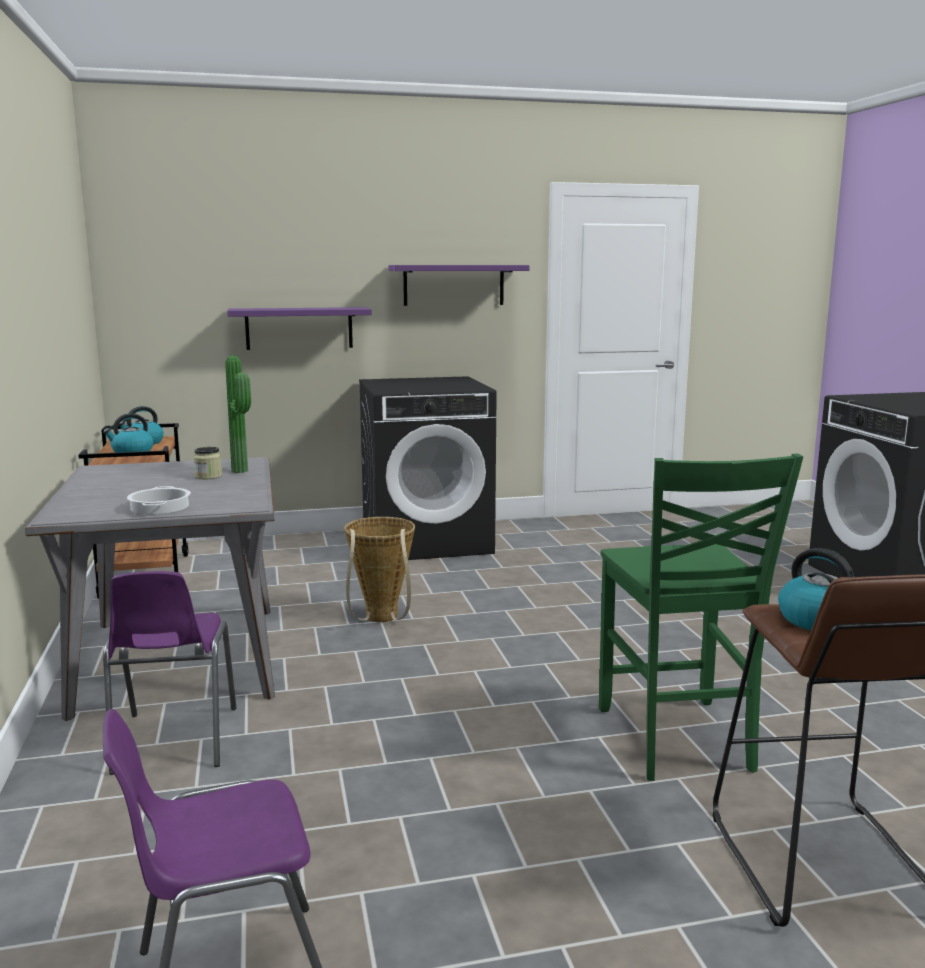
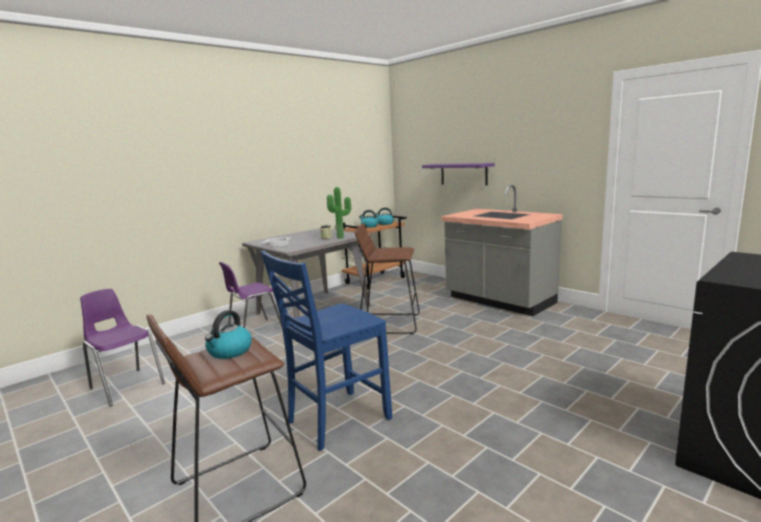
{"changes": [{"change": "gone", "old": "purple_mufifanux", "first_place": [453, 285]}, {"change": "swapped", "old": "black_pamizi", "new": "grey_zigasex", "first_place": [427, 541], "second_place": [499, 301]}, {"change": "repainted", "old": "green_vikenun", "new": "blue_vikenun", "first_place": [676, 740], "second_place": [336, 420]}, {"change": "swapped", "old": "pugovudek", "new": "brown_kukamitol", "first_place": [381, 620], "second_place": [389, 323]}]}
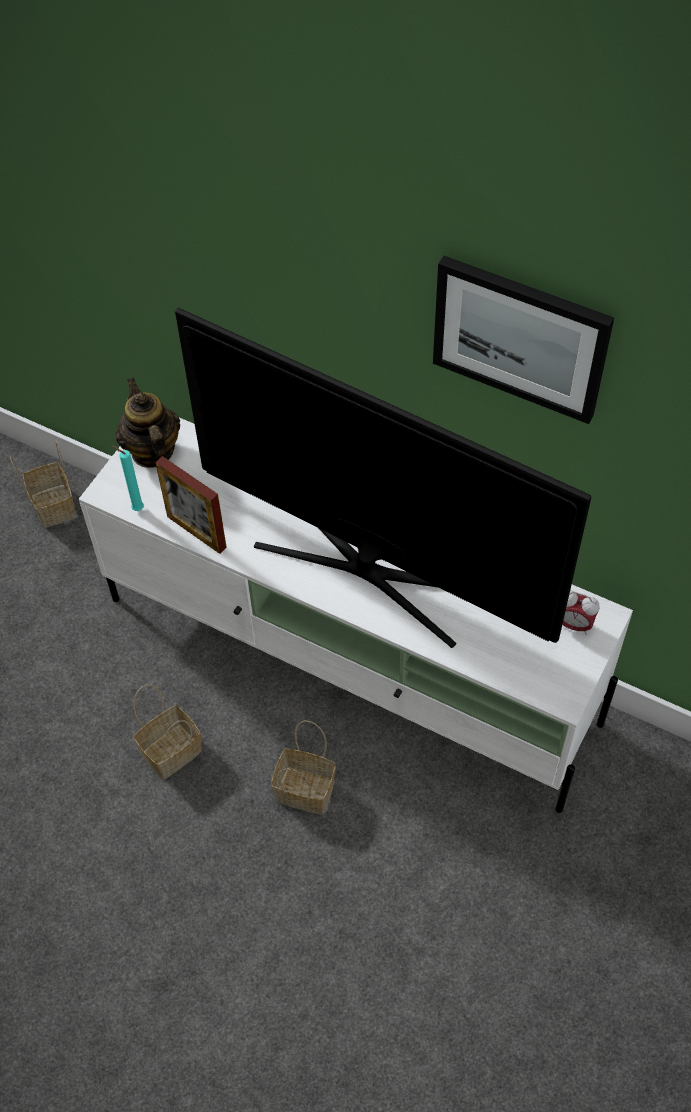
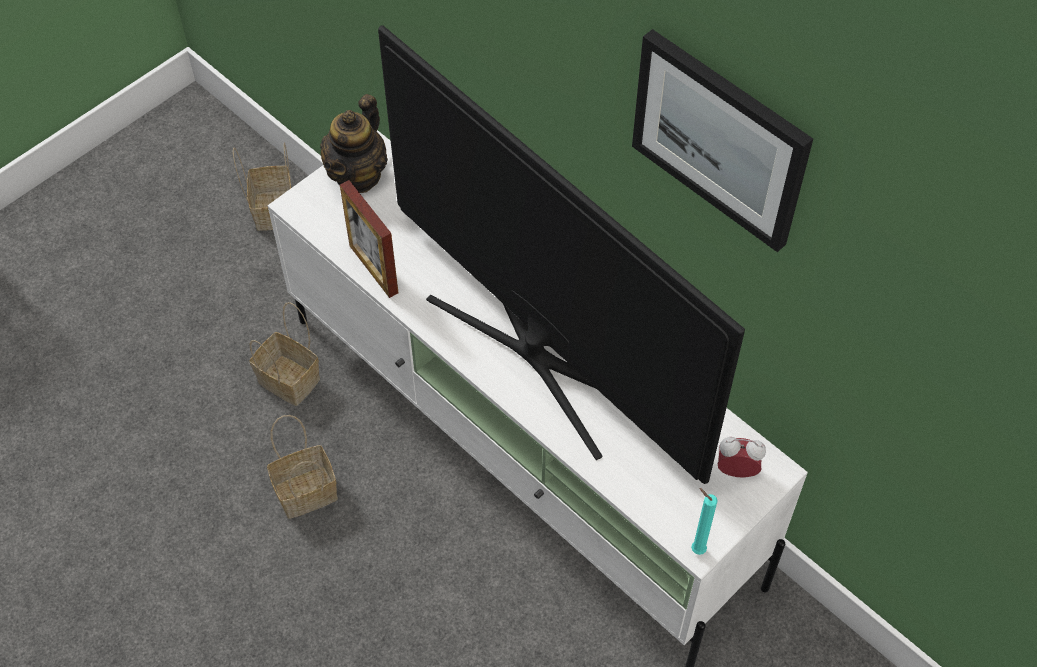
{"changes": [{"change": "rotated", "old": "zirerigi", "first_place": [152, 451], "second_place": [358, 175], "degrees": -150}, {"change": "shifted", "old": "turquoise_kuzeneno", "first_place": [136, 508], "second_place": [696, 549]}, {"change": "rotated", "old": "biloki", "first_place": [573, 624], "second_place": [736, 470], "degrees": 150}, {"change": "shifted", "old": "pugovudek", "first_place": [307, 790], "second_place": [291, 380]}]}
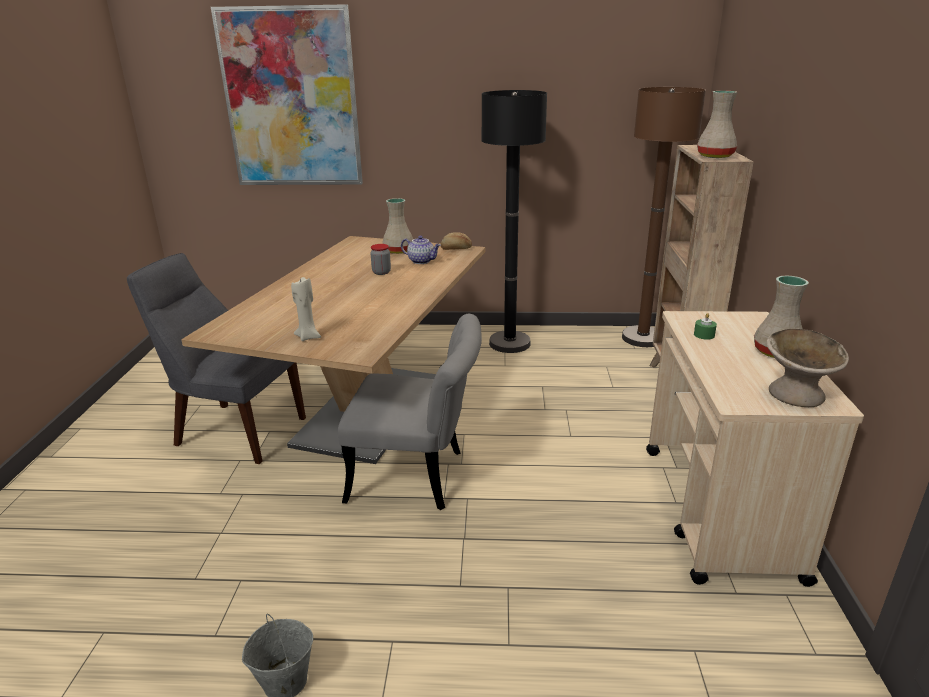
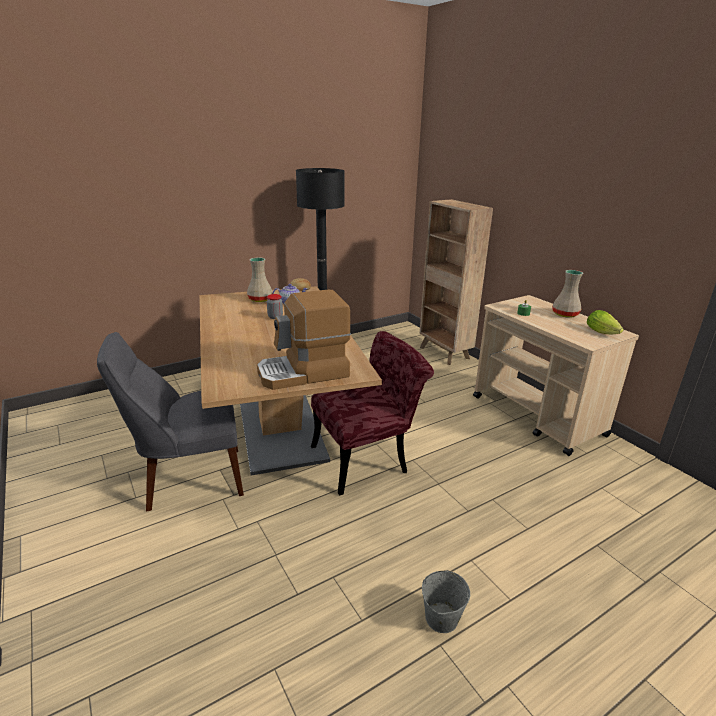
{"changes": [{"change": "gone", "old": "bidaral", "first_place": [291, 99]}, {"change": "gone", "old": "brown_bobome", "first_place": [642, 338]}, {"change": "gone", "old": "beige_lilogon", "first_place": [714, 156]}, {"change": "swapped", "old": "beige_kuzeneno", "new": "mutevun", "first_place": [308, 337], "second_place": [304, 373]}, {"change": "repainted", "old": "grey_vikenun", "new": "red_vikenun", "first_place": [419, 476], "second_place": [368, 458]}, {"change": "swapped", "old": "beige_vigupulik", "new": "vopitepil", "first_place": [796, 394], "second_place": [603, 332]}]}
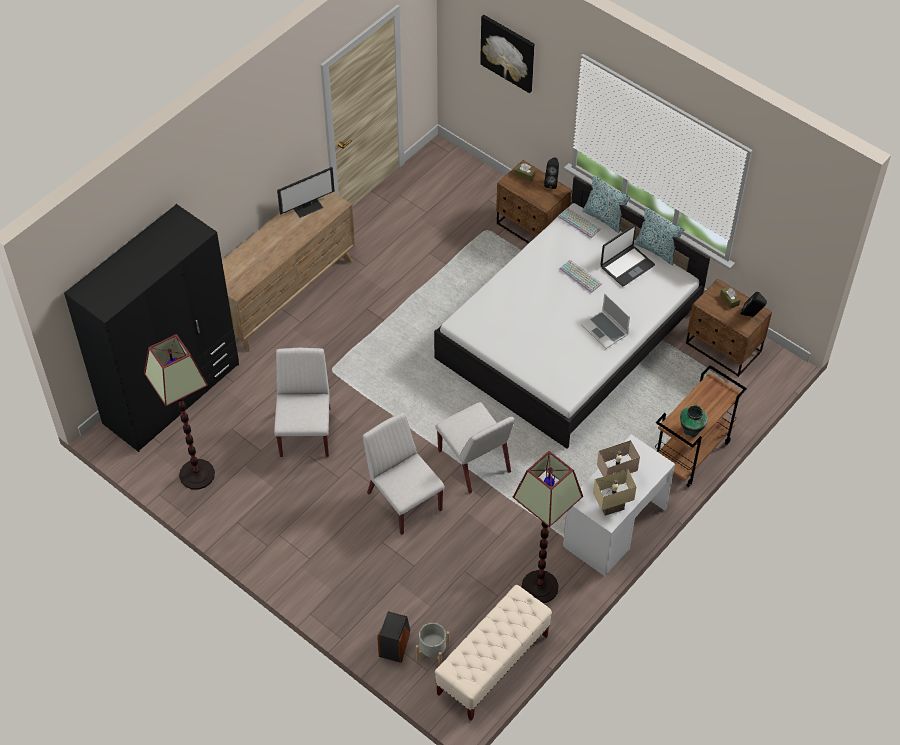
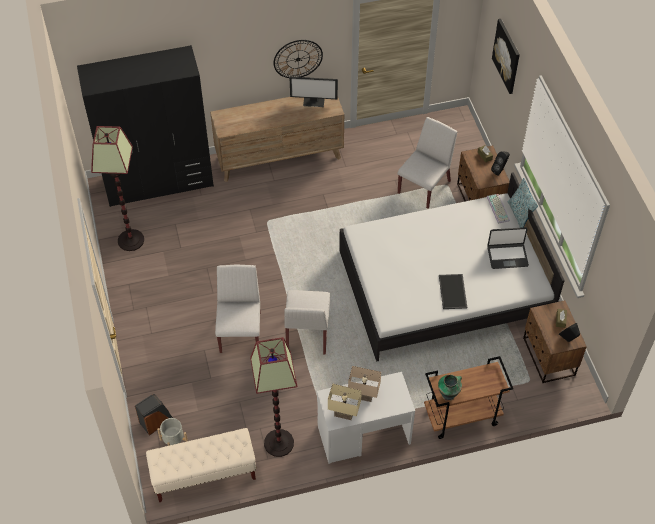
{"changes": [{"change": "gone", "old": "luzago", "first_place": [656, 250]}, {"change": "gone", "old": "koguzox", "first_place": [581, 276]}, {"change": "swapped", "old": "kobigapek", "new": "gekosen", "first_place": [605, 330], "second_place": [453, 292]}, {"change": "shifted", "old": "white_vikenun", "first_place": [305, 431], "second_place": [424, 186]}, {"change": "new", "new": "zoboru", "second_place": [298, 59]}]}
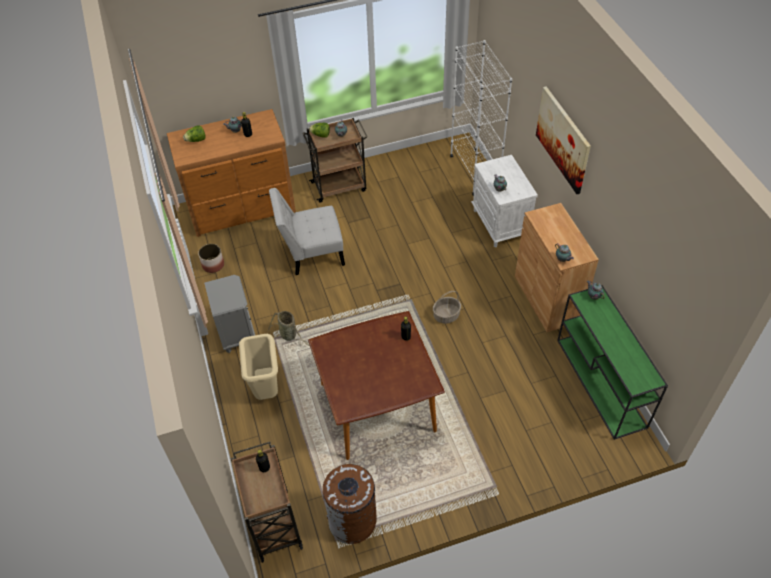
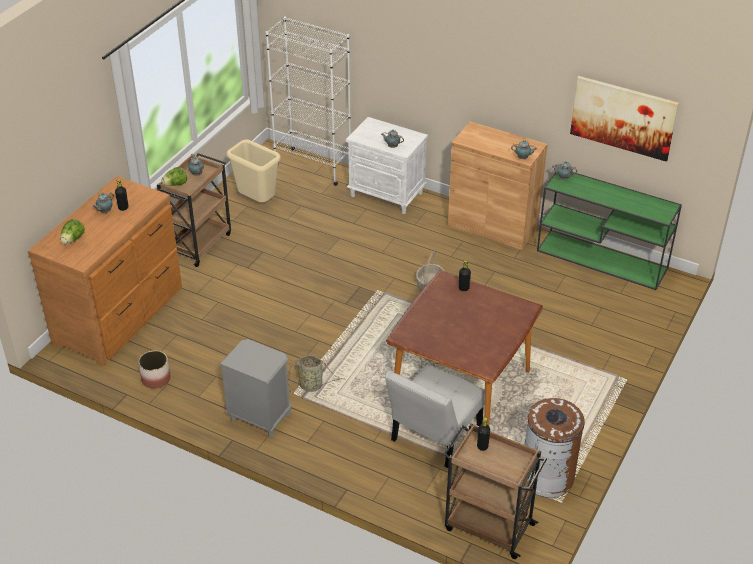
{"changes": [{"change": "shifted", "old": "bidaral", "first_place": [563, 139], "second_place": [623, 117]}, {"change": "shifted", "old": "white_vikenun", "first_place": [311, 253], "second_place": [433, 436]}, {"change": "shifted", "old": "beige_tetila", "first_place": [266, 390], "second_place": [257, 201]}]}
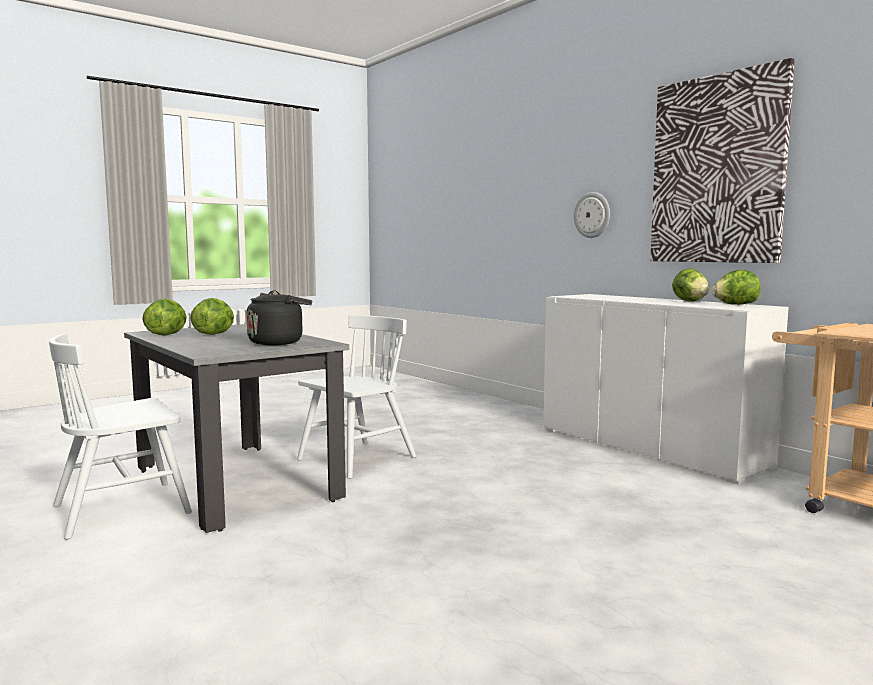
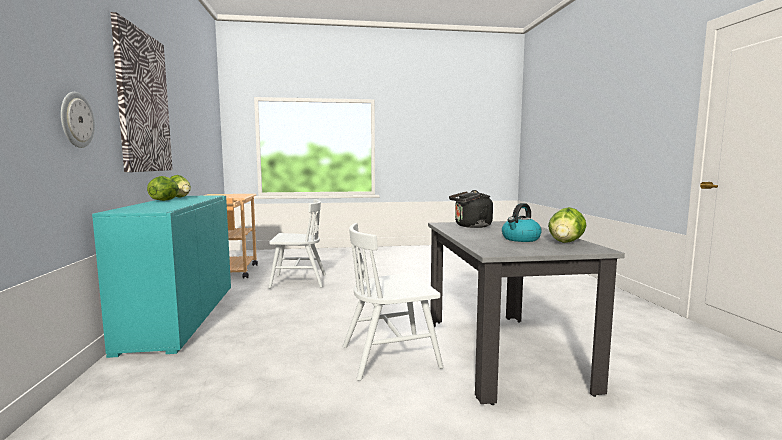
{"changes": [{"change": "repainted", "old": "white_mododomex", "new": "turquoise_mododomex", "first_place": [648, 447], "second_place": [181, 316]}, {"change": "swapped", "old": "vopitepil", "new": "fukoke", "first_place": [214, 334], "second_place": [520, 239]}, {"change": "shifted", "old": "white_vikenun", "first_place": [122, 509], "second_place": [298, 281]}]}
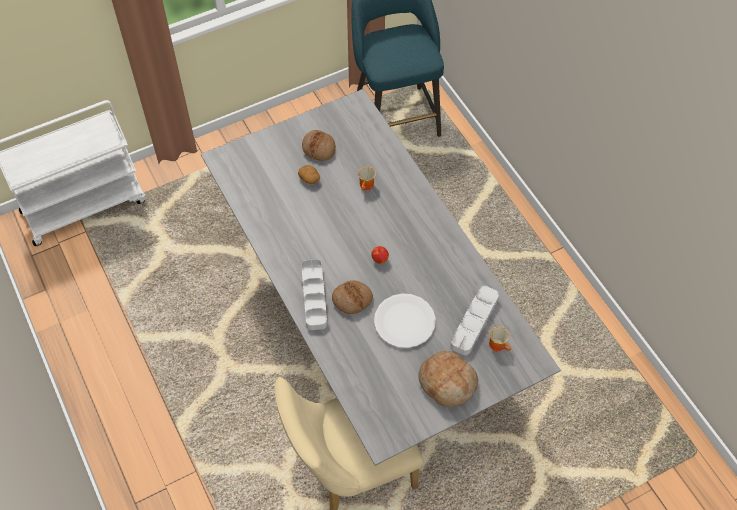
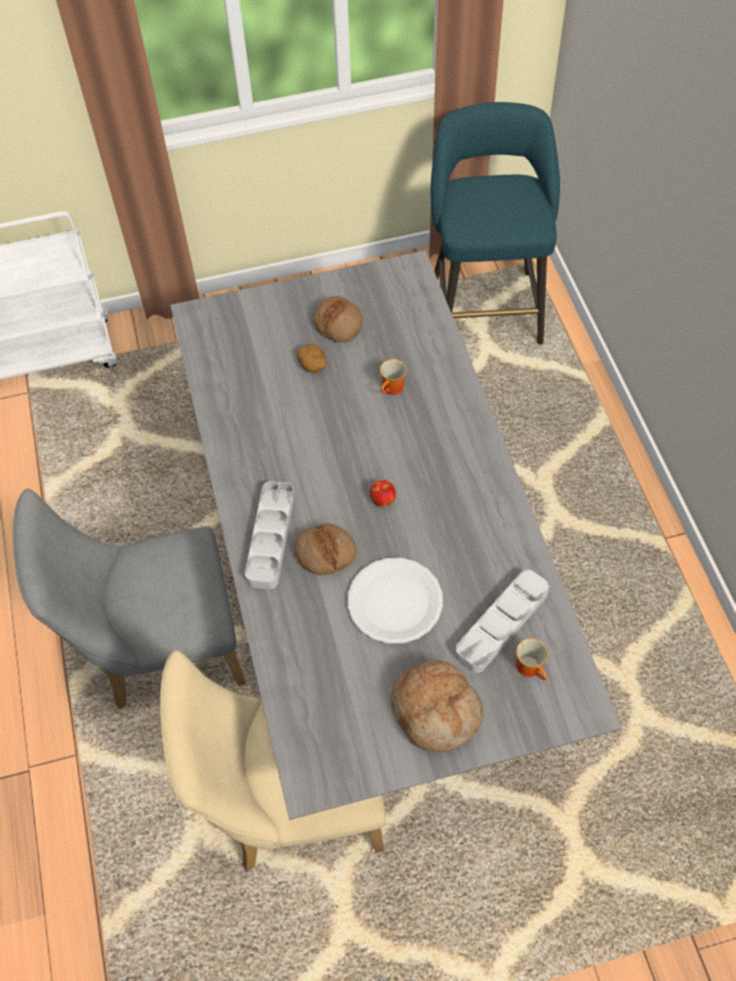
{"changes": [{"change": "new", "new": "grey_vikenun", "second_place": [160, 649]}]}
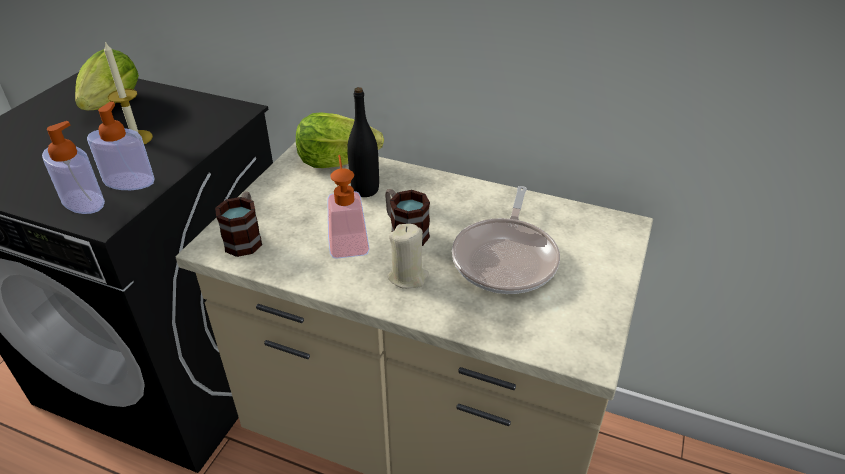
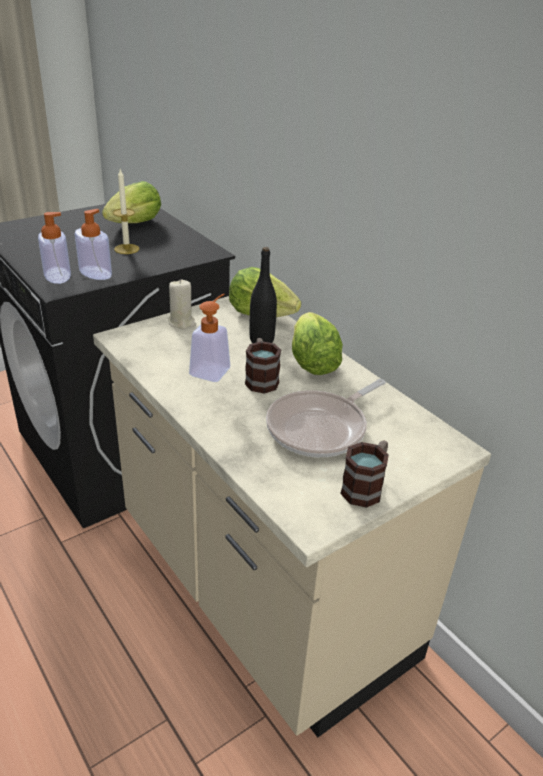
{"changes": [{"change": "shifted", "old": "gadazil", "first_place": [245, 238], "second_place": [366, 487]}, {"change": "shifted", "old": "beige_kuzeneno", "first_place": [408, 277], "second_place": [182, 322]}, {"change": "new", "new": "vopitepil", "second_place": [312, 363]}]}
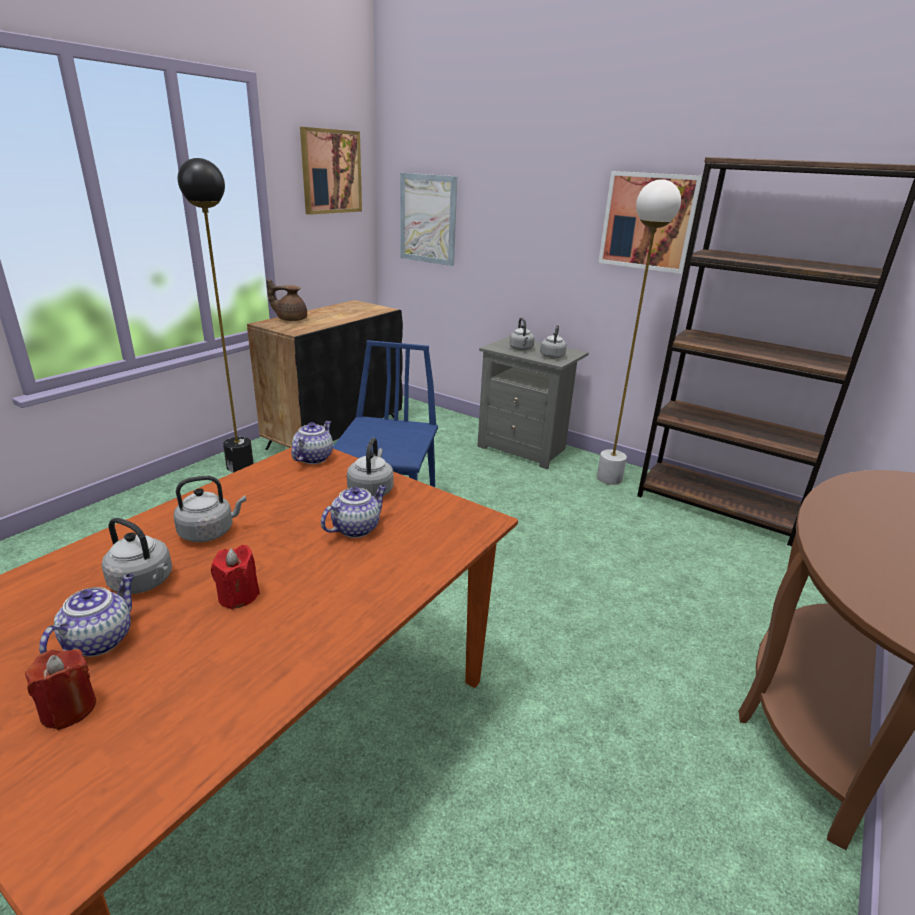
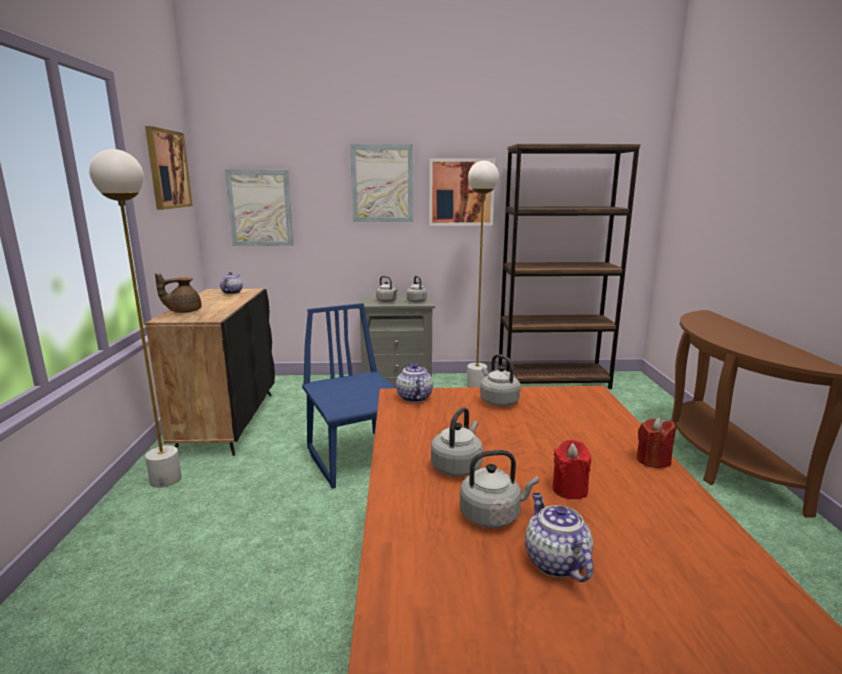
{"changes": [{"change": "repainted", "old": "black_bobome", "new": "white_bobome", "first_place": [240, 466], "second_place": [165, 479]}, {"change": "shifted", "old": "zirerigi", "first_place": [356, 528], "second_place": [232, 292]}, {"change": "shifted", "old": "red_kuzeneno", "first_place": [69, 709], "second_place": [653, 460]}, {"change": "new", "new": "bidaral", "second_place": [382, 183]}]}
